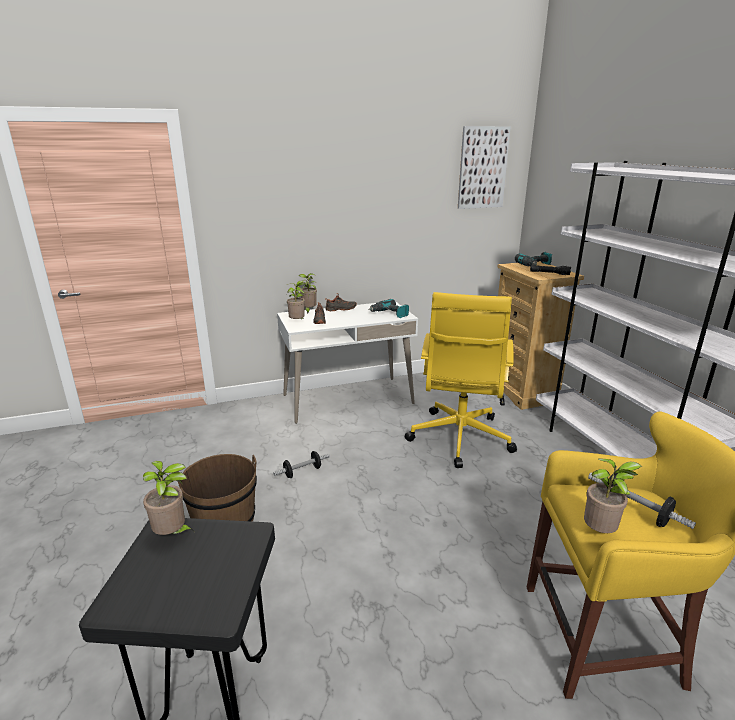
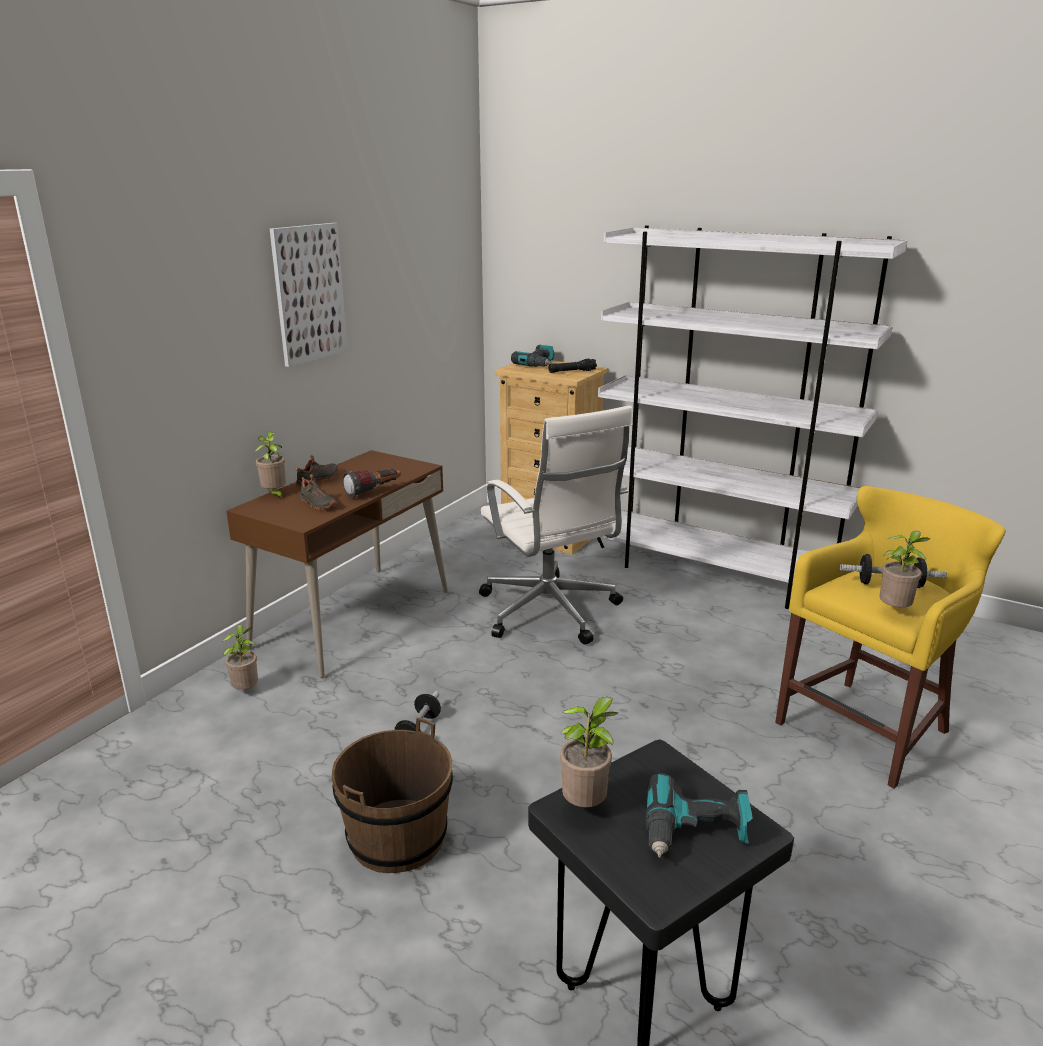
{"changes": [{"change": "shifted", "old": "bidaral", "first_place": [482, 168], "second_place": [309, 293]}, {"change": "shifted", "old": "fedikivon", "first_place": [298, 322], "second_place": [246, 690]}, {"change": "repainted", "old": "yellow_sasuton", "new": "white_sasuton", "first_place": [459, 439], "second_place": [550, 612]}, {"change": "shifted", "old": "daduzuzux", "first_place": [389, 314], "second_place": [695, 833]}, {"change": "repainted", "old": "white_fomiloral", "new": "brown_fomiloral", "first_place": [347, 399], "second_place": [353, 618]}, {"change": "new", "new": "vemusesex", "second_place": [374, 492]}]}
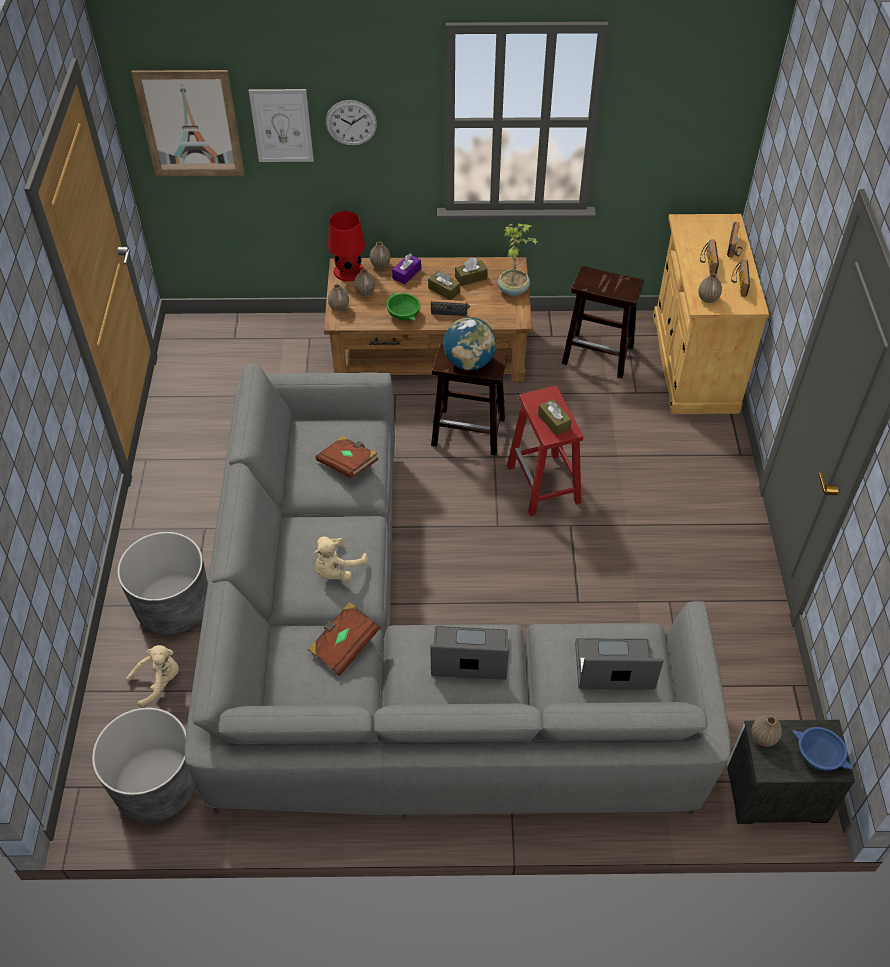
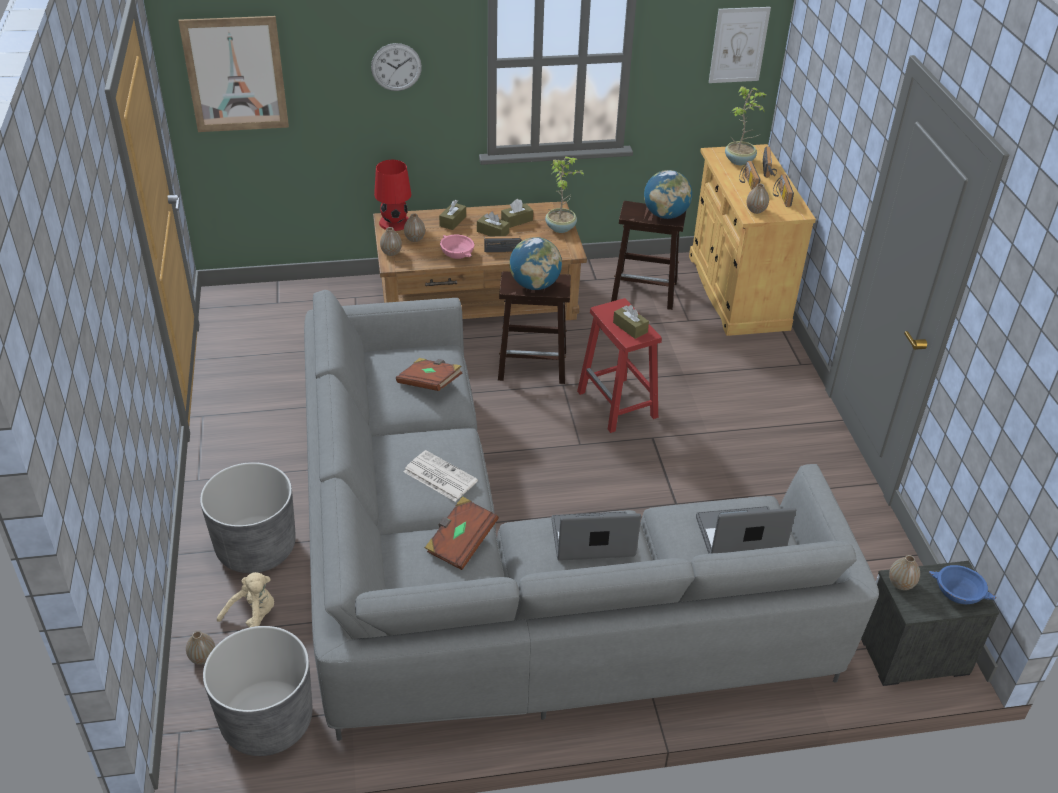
{"changes": [{"change": "shifted", "old": "bidaral", "first_place": [282, 126], "second_place": [738, 45]}, {"change": "shifted", "old": "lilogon", "first_place": [380, 265], "second_place": [203, 658]}, {"change": "repainted", "old": "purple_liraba", "new": "brown_liraba", "first_place": [406, 274], "second_place": [453, 221]}, {"change": "repainted", "old": "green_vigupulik", "new": "pink_vigupulik", "first_place": [403, 313], "second_place": [456, 254]}, {"change": "swapped", "old": "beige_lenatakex", "new": "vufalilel", "first_place": [337, 570], "second_place": [439, 476]}, {"change": "new", "new": "fedikivon", "second_place": [740, 161]}, {"change": "new", "new": "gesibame", "second_place": [665, 215]}]}
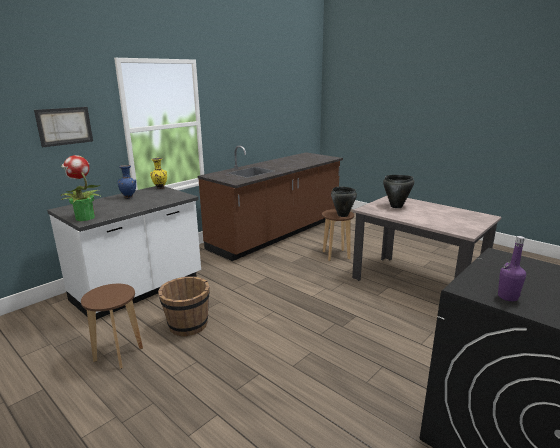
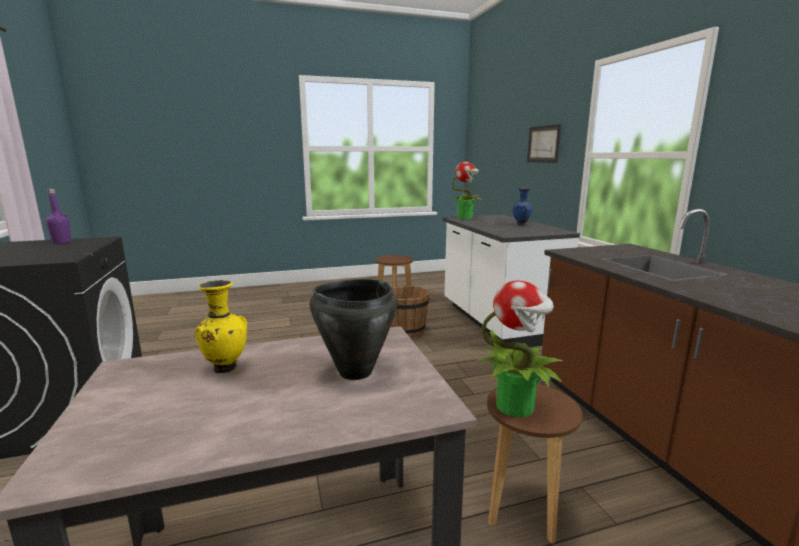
{"changes": [{"change": "shifted", "old": "yellow_lilogon", "first_place": [160, 188], "second_place": [225, 368]}, {"change": "swapped", "old": "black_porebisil", "new": "fedikivon", "first_place": [342, 215], "second_place": [516, 406]}]}
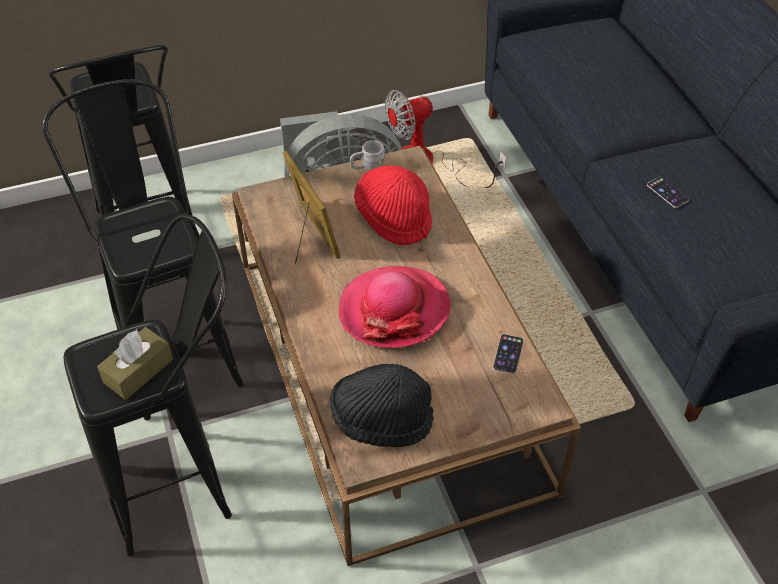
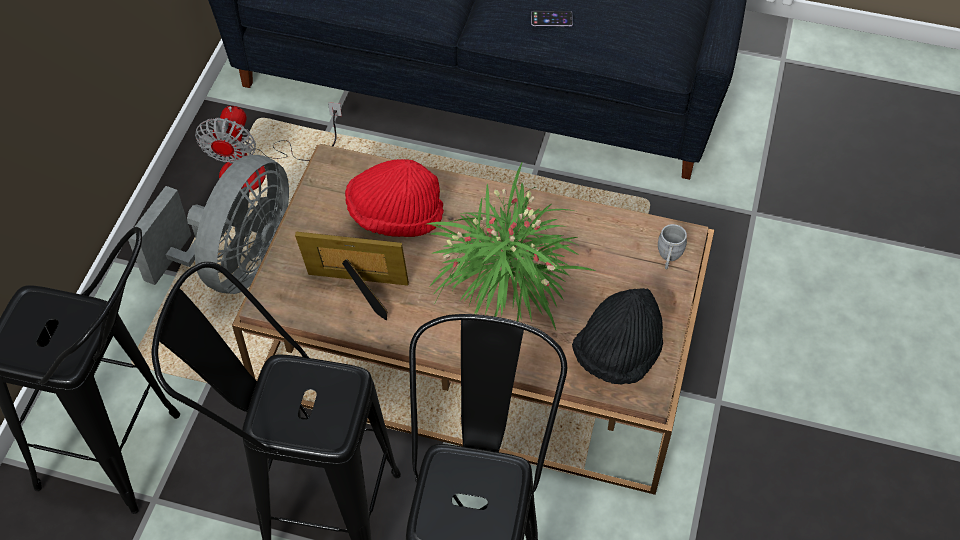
{"changes": [{"change": "shifted", "old": "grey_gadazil", "first_place": [367, 168], "second_place": [668, 258]}, {"change": "swapped", "old": "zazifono", "new": "fedikivon", "first_place": [394, 310], "second_place": [505, 277]}, {"change": "gone", "old": "brown_liraba", "first_place": [138, 371]}, {"change": "gone", "old": "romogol", "first_place": [508, 354]}]}
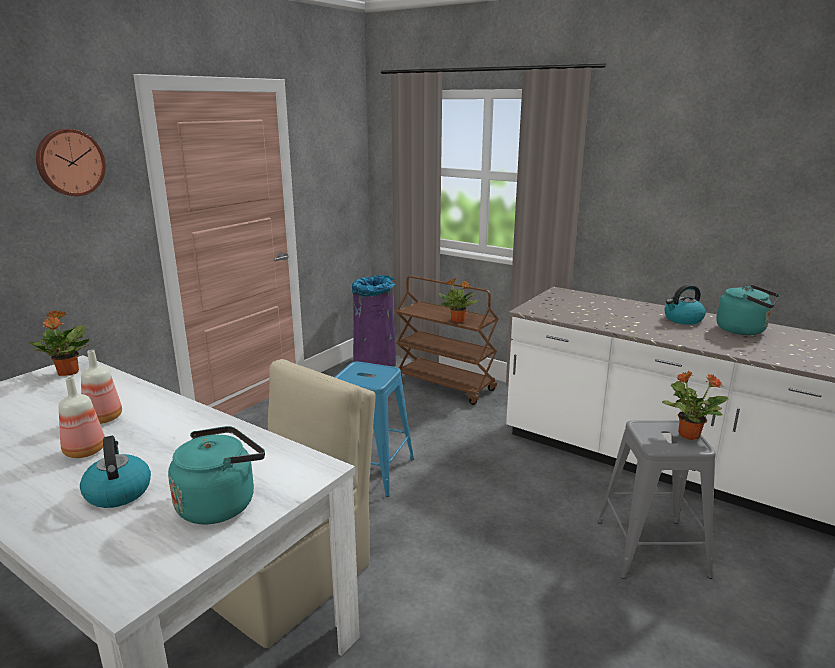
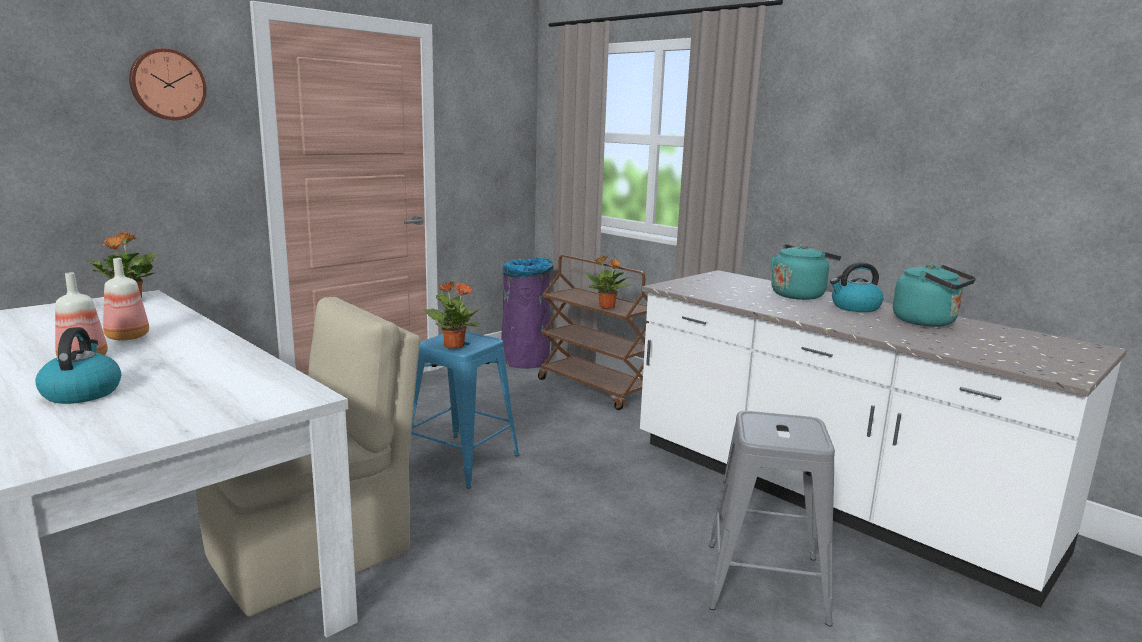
{"changes": [{"change": "shifted", "old": "fedikivon", "first_place": [688, 434], "second_place": [453, 346]}, {"change": "shifted", "old": "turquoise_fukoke", "first_place": [220, 503], "second_place": [799, 295]}]}
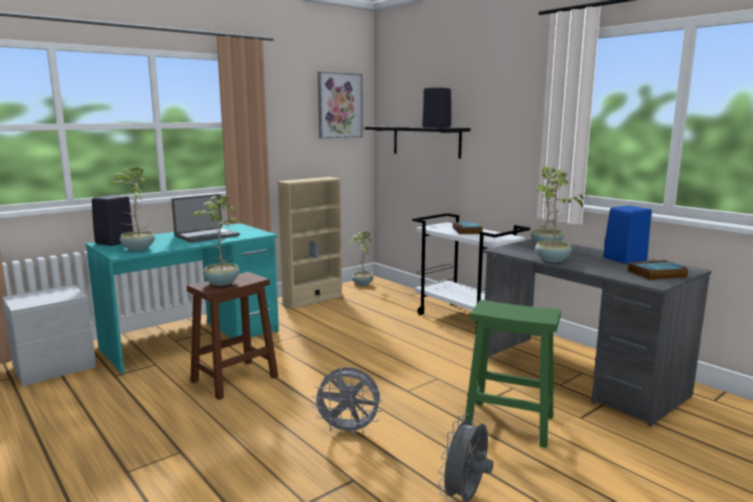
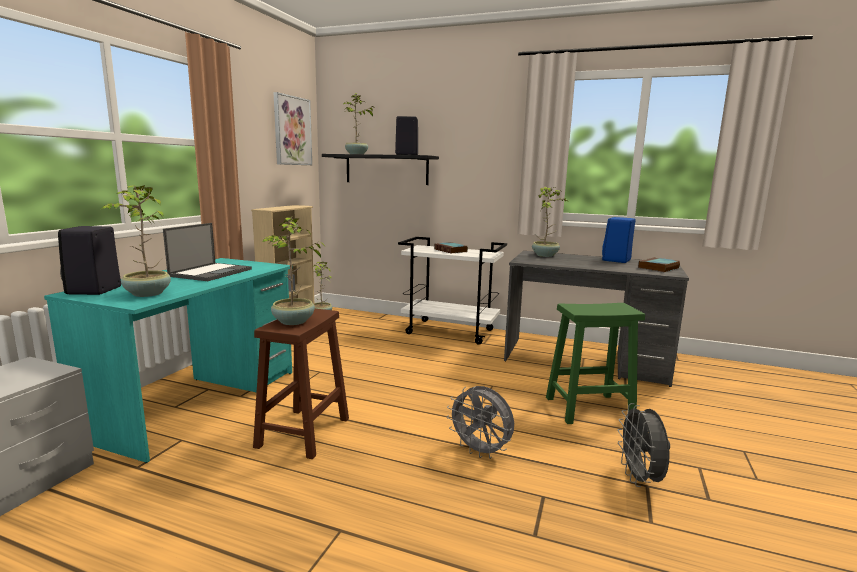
{"changes": [{"change": "shifted", "old": "fedikivon", "first_place": [552, 260], "second_place": [356, 154]}, {"change": "rotated", "old": "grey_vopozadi", "first_place": [348, 430], "second_place": [480, 451], "degrees": 60}]}
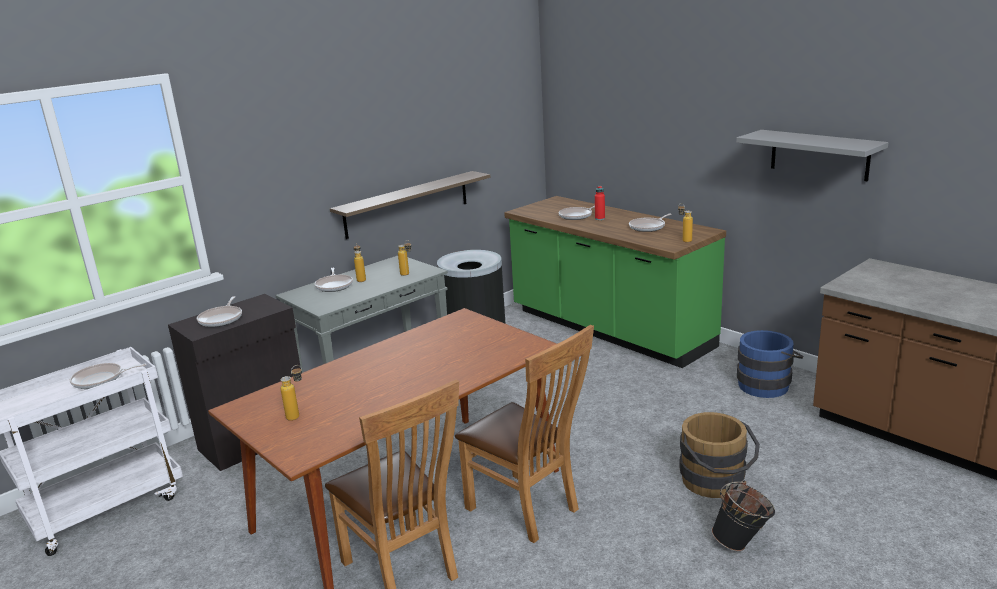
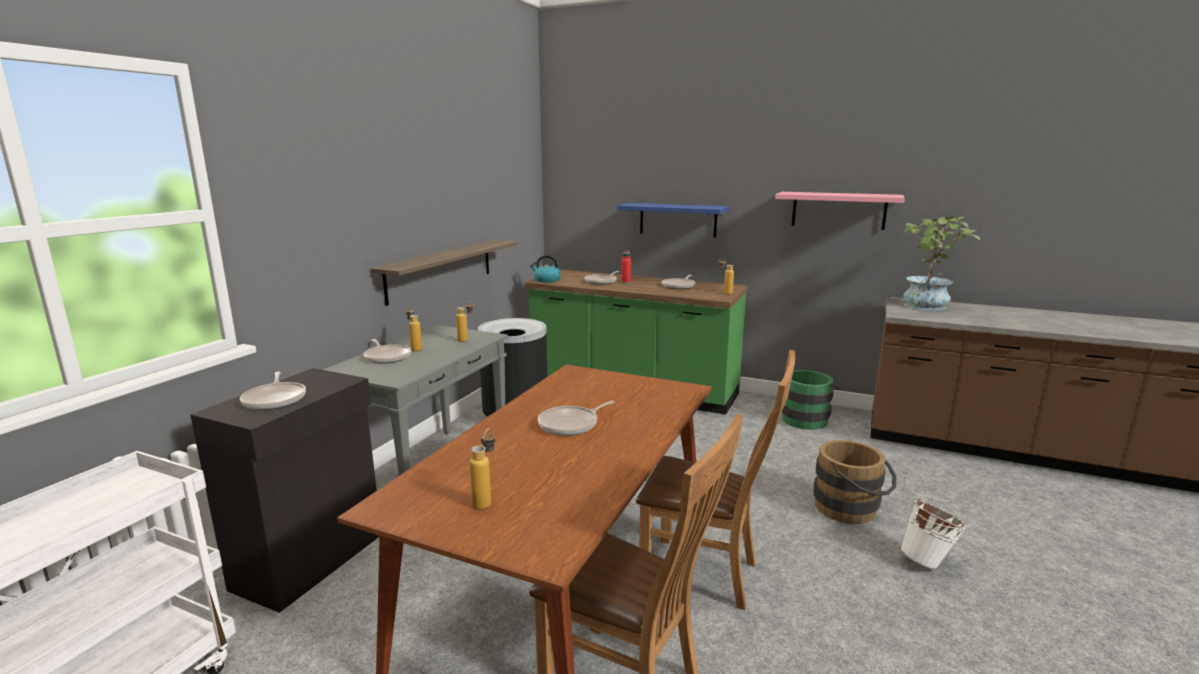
{"changes": [{"change": "repainted", "old": "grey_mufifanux", "new": "pink_mufifanux", "first_place": [819, 155], "second_place": [838, 210]}, {"change": "repainted", "old": "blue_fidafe", "new": "green_fidafe", "first_place": [767, 384], "second_place": [806, 418]}, {"change": "shifted", "old": "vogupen", "first_place": [101, 380], "second_place": [571, 424]}, {"change": "repainted", "old": "black_fidafe", "new": "white_fidafe", "first_place": [742, 543], "second_place": [928, 561]}, {"change": "new", "new": "blue_mufifanux", "second_place": [677, 220]}, {"change": "new", "new": "fedikivon", "second_place": [926, 307]}, {"change": "new", "new": "fukoke", "second_place": [546, 280]}]}
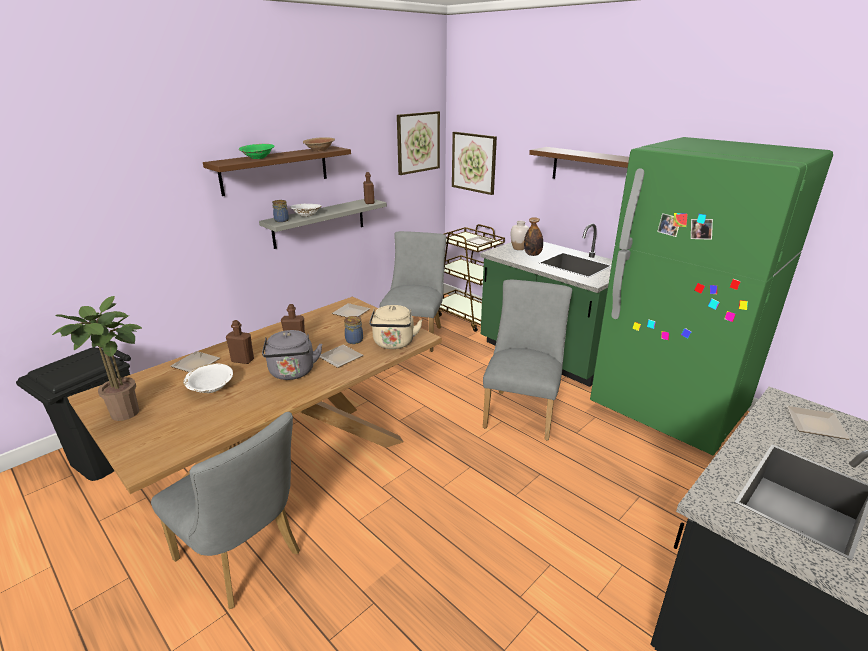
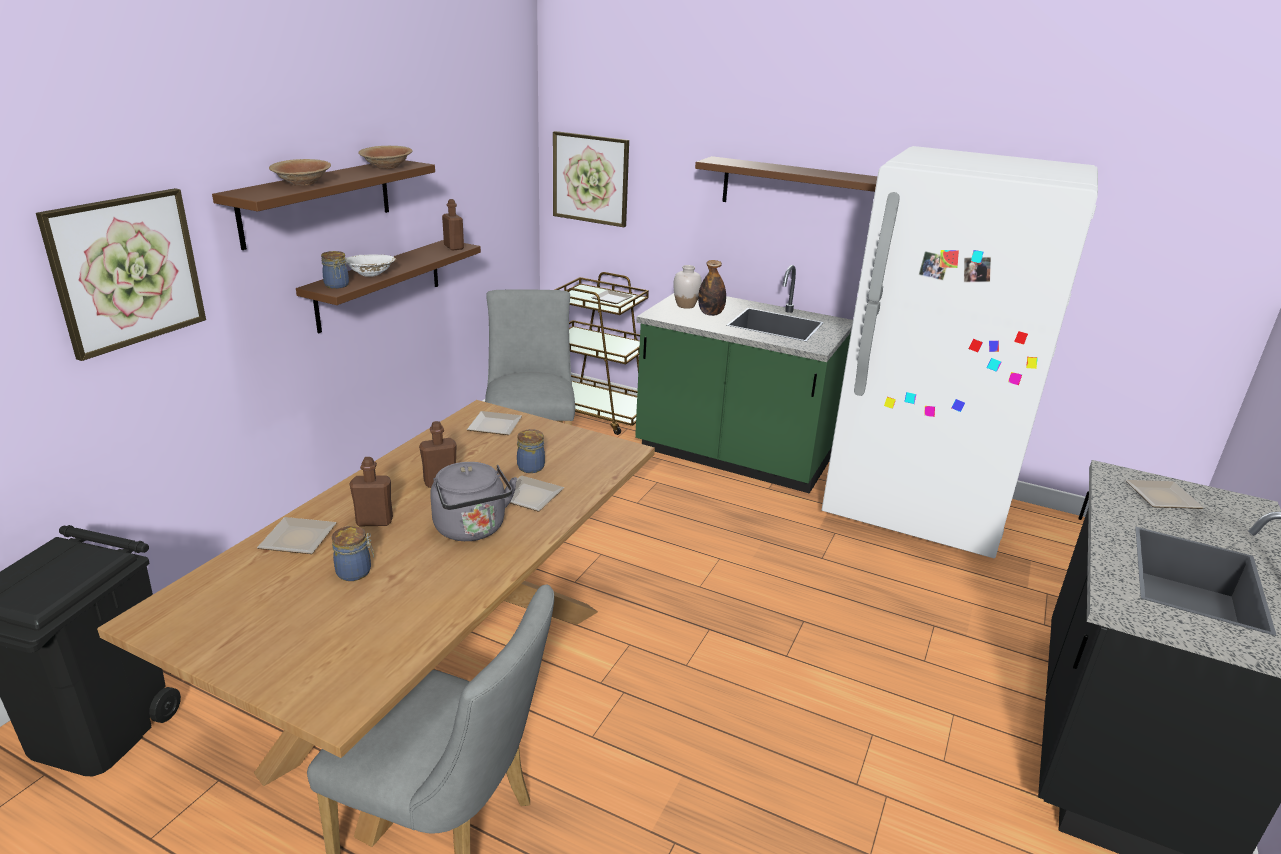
{"changes": [{"change": "shifted", "old": "bidaral", "first_place": [418, 142], "second_place": [126, 271]}, {"change": "repainted", "old": "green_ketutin", "new": "white_ketutin", "first_place": [667, 409], "second_place": [915, 509]}, {"change": "repainted", "old": "green_vigupulik", "new": "brown_vigupulik", "first_place": [258, 158], "second_place": [302, 183]}, {"change": "repainted", "old": "grey_mufifanux", "new": "brown_mufifanux", "first_place": [319, 222], "second_place": [380, 284]}, {"change": "gone", "old": "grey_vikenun", "first_place": [522, 410]}, {"change": "gone", "old": "fedikivon", "first_place": [127, 415]}, {"change": "gone", "old": "beige_fukoke", "first_place": [393, 344]}, {"change": "swapped", "old": "white_vigupulik", "new": "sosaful", "first_place": [211, 388], "second_place": [355, 572]}]}
